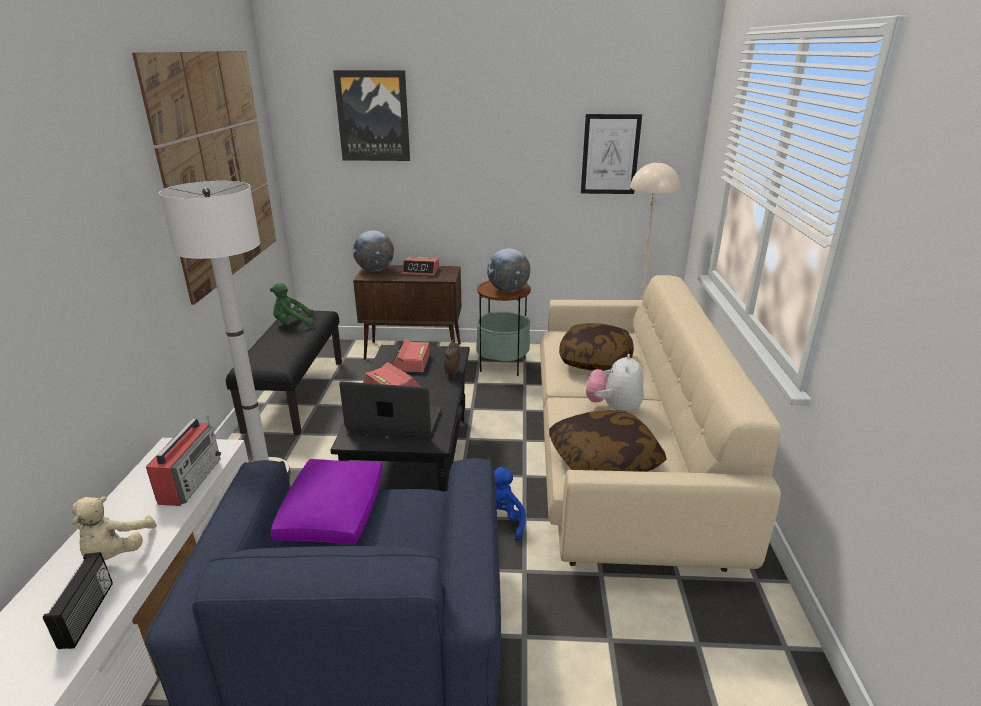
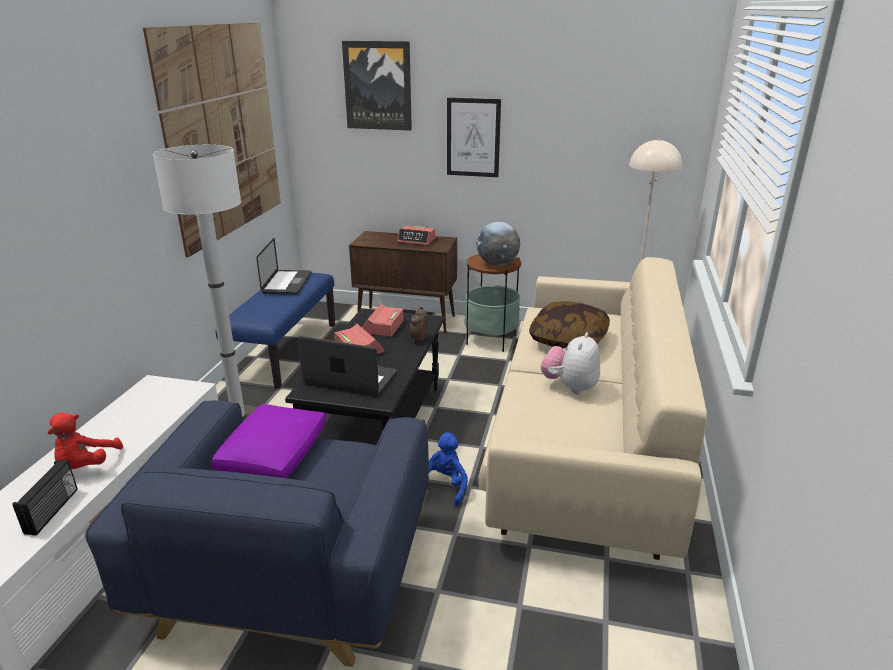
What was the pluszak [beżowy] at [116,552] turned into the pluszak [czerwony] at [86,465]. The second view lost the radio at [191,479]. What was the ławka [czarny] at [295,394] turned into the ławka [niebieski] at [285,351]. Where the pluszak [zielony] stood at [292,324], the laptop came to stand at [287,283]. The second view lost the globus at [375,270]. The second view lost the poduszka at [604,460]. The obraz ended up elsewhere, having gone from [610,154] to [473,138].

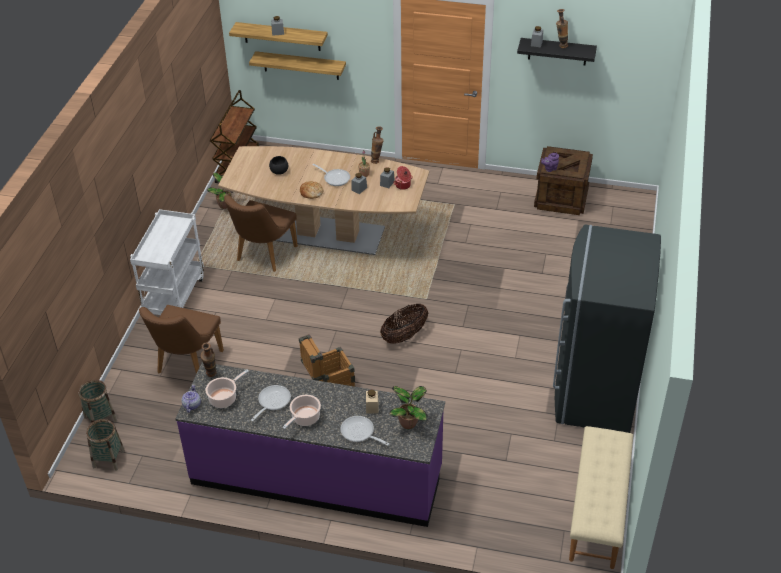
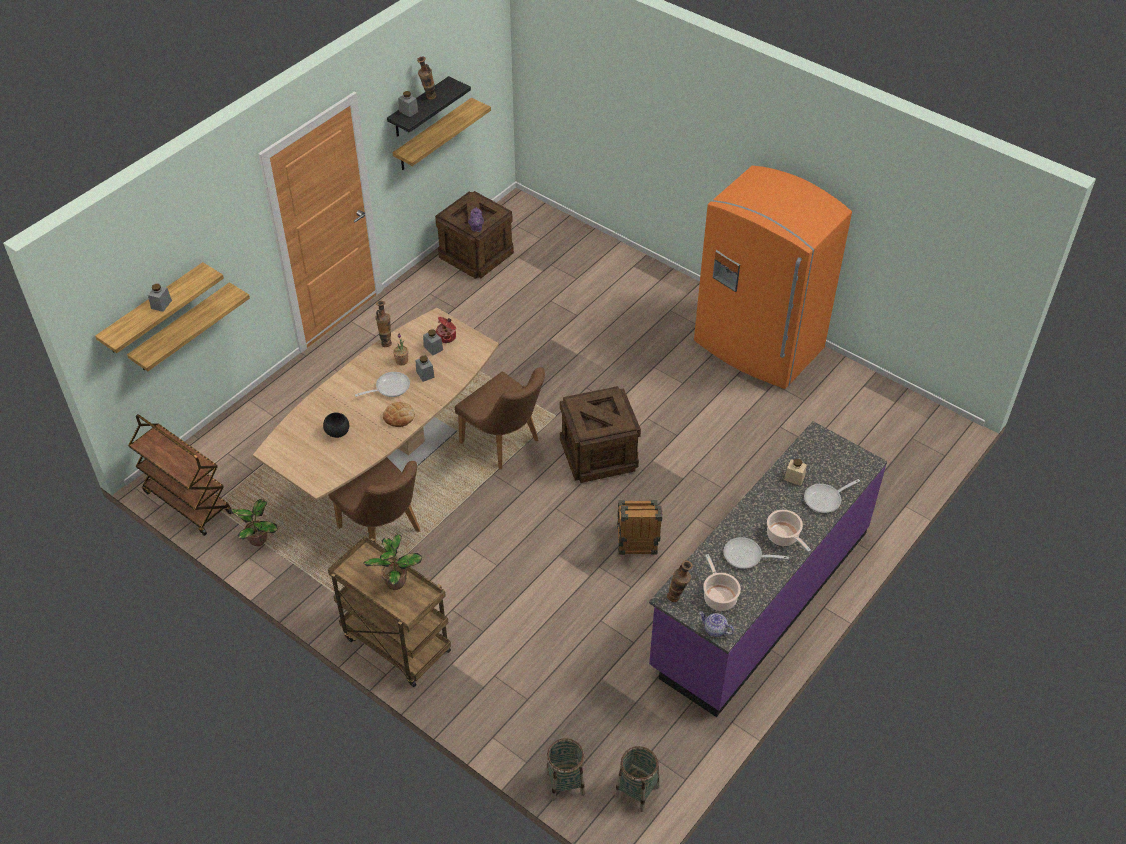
What was the wózek [biały] at [174,296] turned into the wózek [brązowy] at [395,644]. The krzesło [brązowy] ended up elsewhere, having gone from [186,365] to [505,444]. The patelnia at [272,402] ended up facing another way, 45 degrees counterclockwise from before. Where the koszyk stood at [404,335], the skrzynka came to stand at [599,454]. The roślina doniczkowa ended up elsewhere, having gone from [409,423] to [396,581]. What was the lodówka [szary] at [594,391] turned into the lodówka [pomarańczowy] at [757,347]. The second view lost the ławka [beżowy] at [598,511]. The second view gained the półka at [433,135].

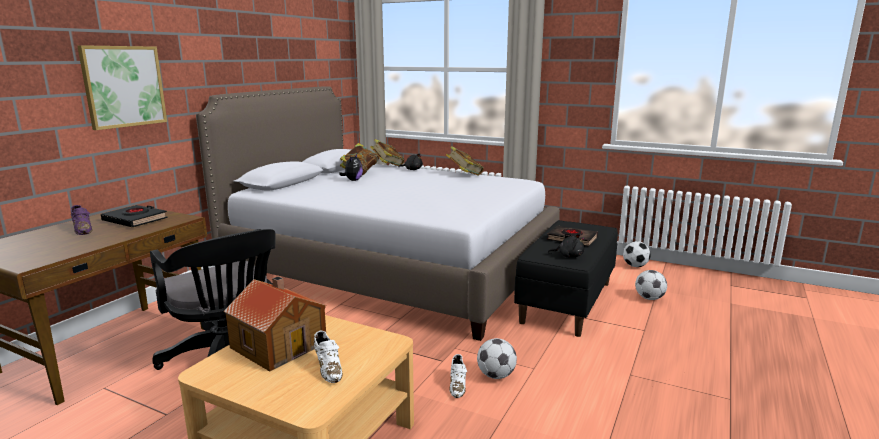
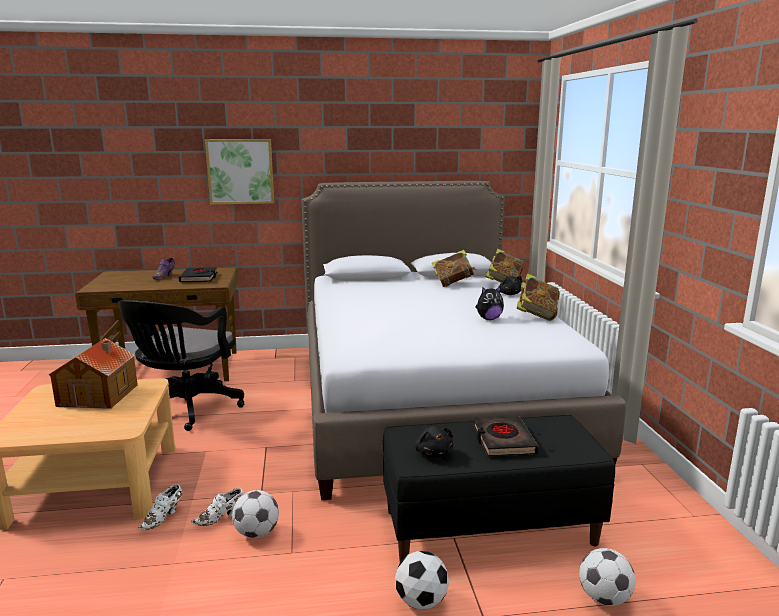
The but [biały] ended up elsewhere, having gone from [328,369] to [163,517]. The pluszak ended up elsewhere, having gone from [353,180] to [488,319]. The piłka futbolowa ended up elsewhere, having gone from [635,266] to [421,601].

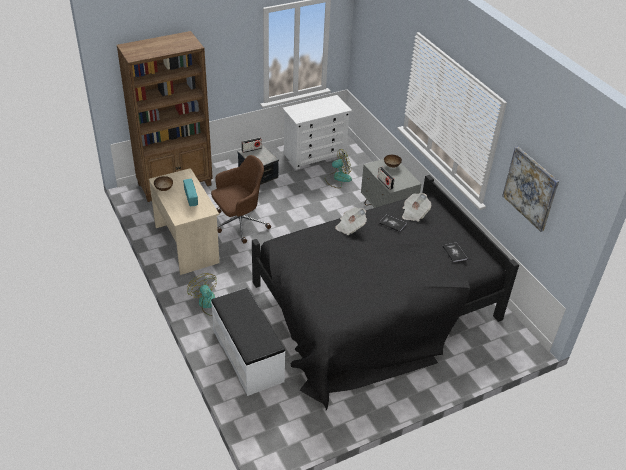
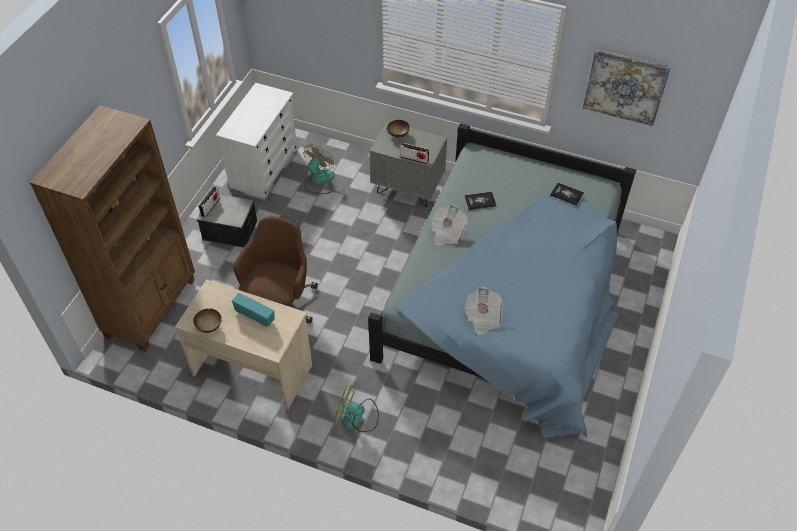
The second view lost the ławka [biały] at [248,356]. What was the łóżko [czarny] at [374,307] turned into the łóżko [niebieski] at [507,300]. The gazeta ended up elsewhere, having gone from [414,213] to [483,317].

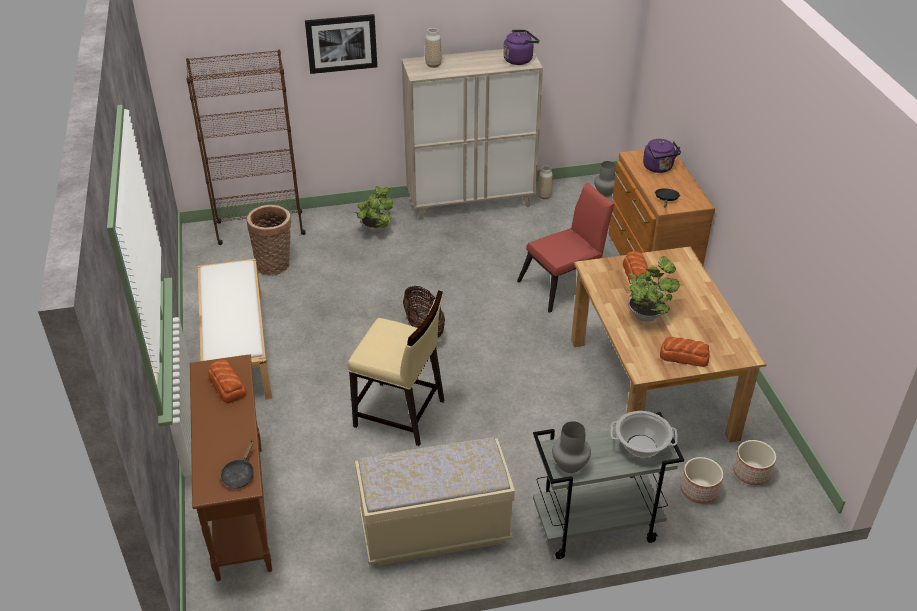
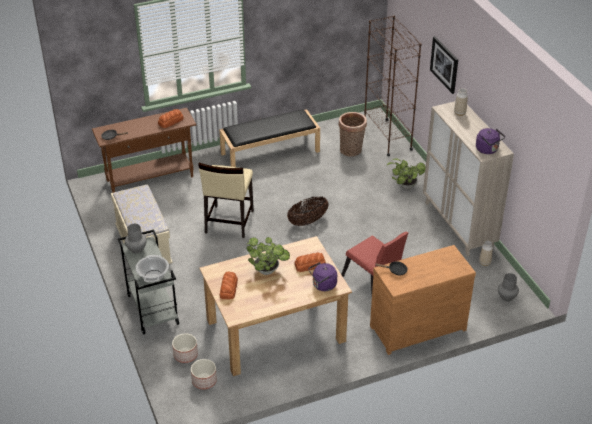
What was the ławka [biały] at [236,347] turned into the ławka [czarny] at [270,152]. The czajnik [fioletowy] ended up elsewhere, having gone from [659,168] to [323,285].

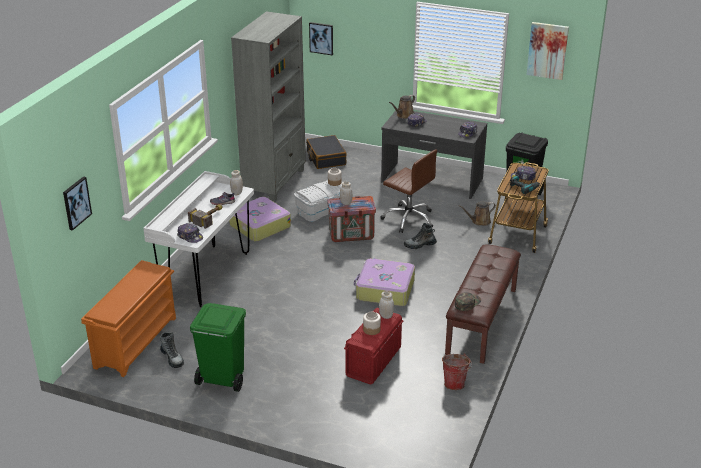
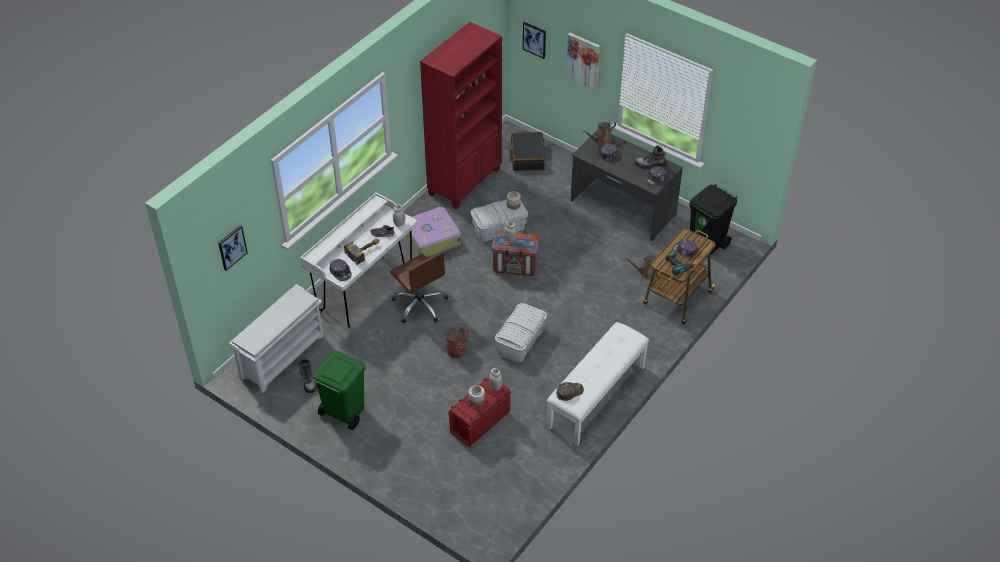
What was the regał na buty [pomarańczowy] at [136,341] turned into the regał na buty [biały] at [282,356]. What was the regał [szary] at [275,182] turned into the regał [czerwony] at [465,182]. Where the walizka stood at [384,290], the pojemnik do przechowywania [biały] came to stand at [521,341]. The krzesło biurowe [brązowy] ended up elsewhere, having gone from [409,219] to [420,305]. The but z cholewką ended up elsewhere, having gone from [420,245] to [650,165]. The wiadro ended up elsewhere, having gone from [455,383] to [458,351]. What was the ławka [brązowy] at [482,321] turned into the ławka [biały] at [597,397]. The obraz ended up elsewhere, having gone from [547,50] to [583,61].

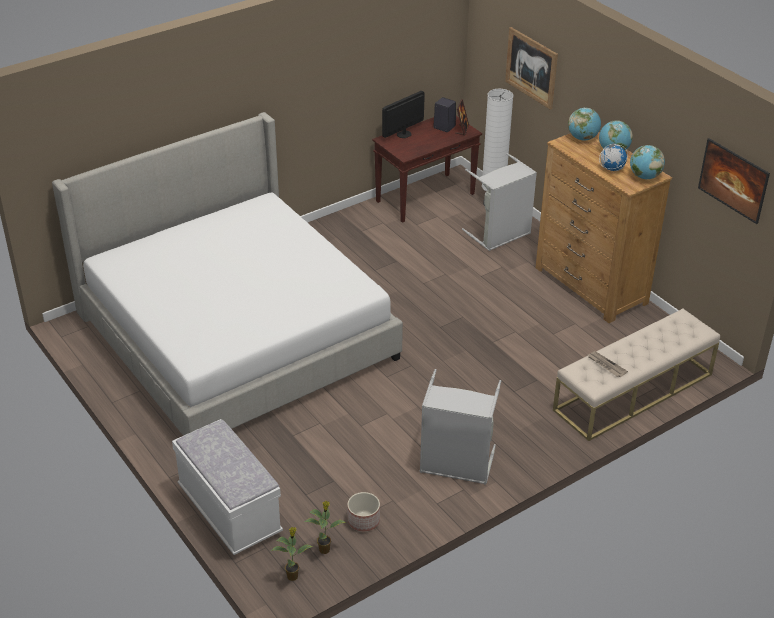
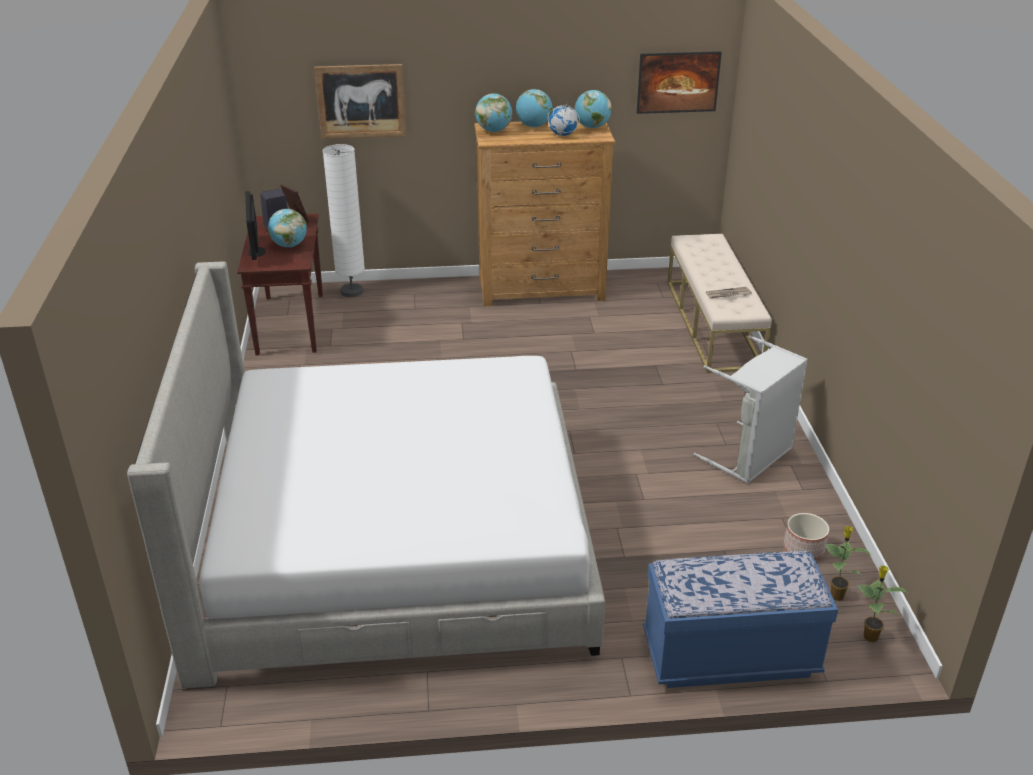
What was the ławka [biały] at [229,511] turned into the ławka [niebieski] at [730,656]. The second view lost the kosz na pranie [szary] at [500,235]. The second view gained the globus at [289,245].

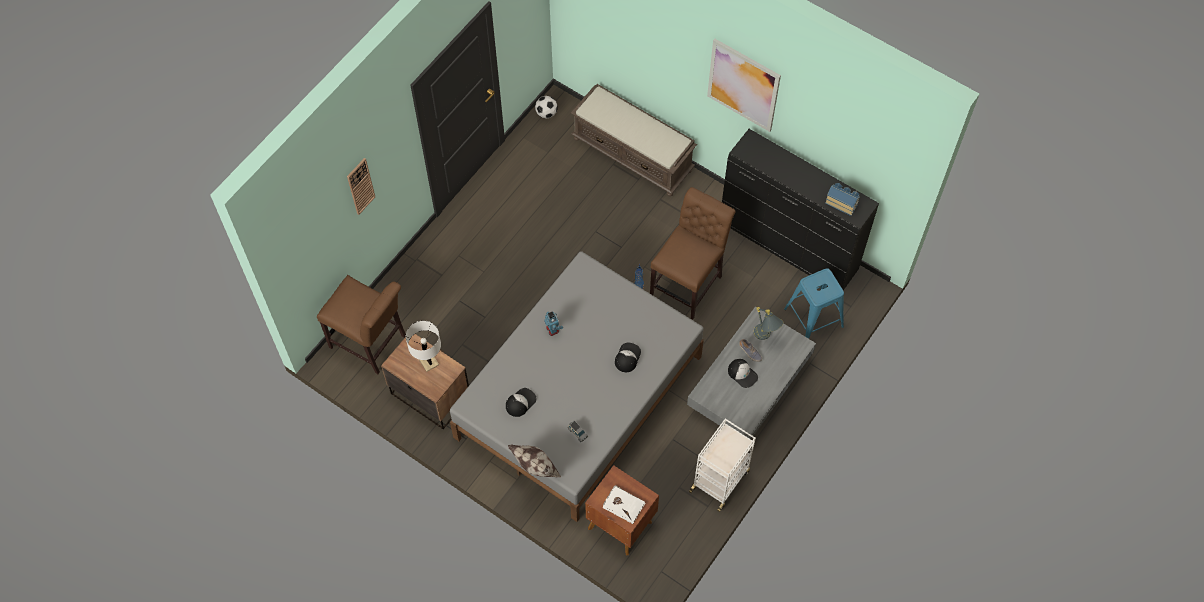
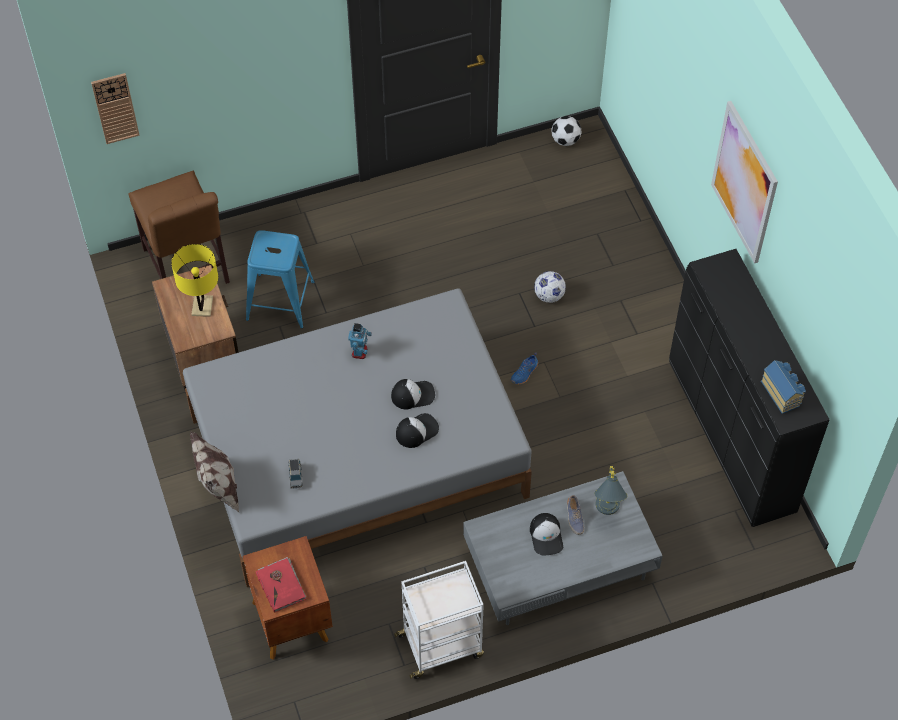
The zegar ścienny ended up elsewhere, having gone from [360,186] to [115,108]. What was the lampa stołowa [biały] at [428,361] turned into the lampa stołowa [żółty] at [202,306]. The czapka z daszkiem ended up elsewhere, having gone from [520,402] to [413,394]. The second view lost the ławka [brązowy] at [633,154]. What was the książka [biały] at [623,505] turned into the książka [czerwony] at [281,585]. The second view lost the krzesło [brązowy] at [689,283]. The stołek [niebieski] ended up elsewhere, having gone from [813,317] to [280,300]. The second view gained the piłka futbolowa at [549,296].

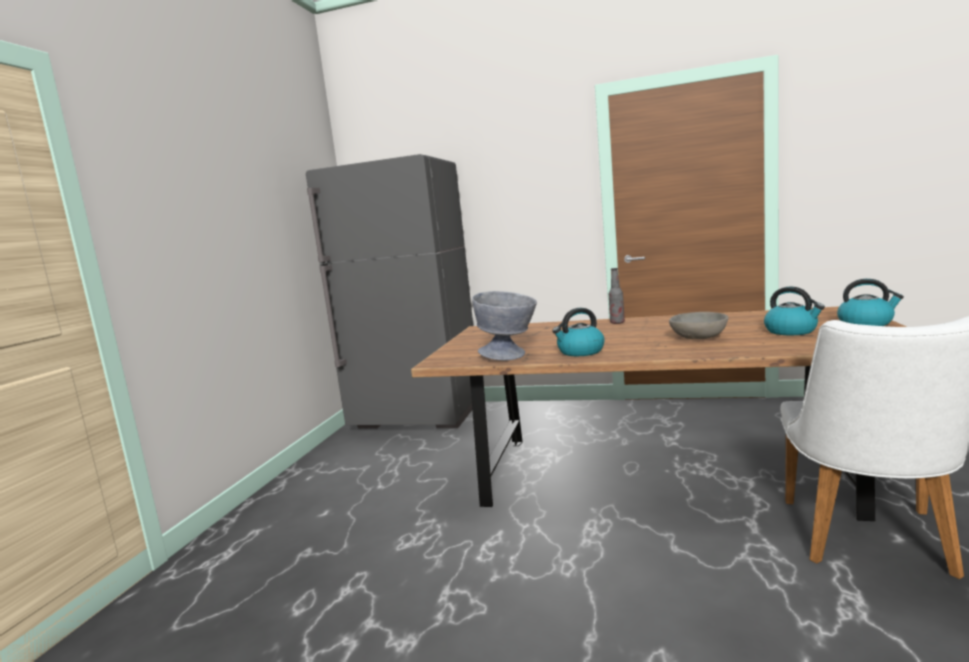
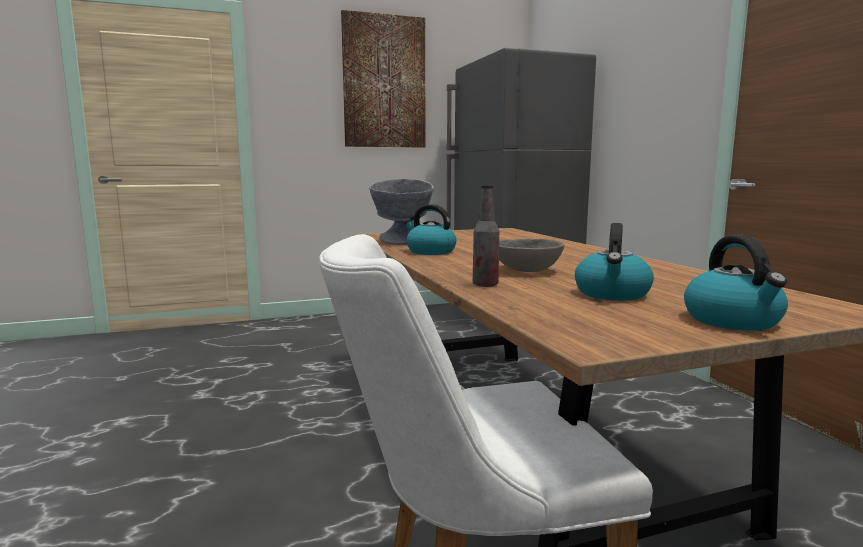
The butelka ended up elsewhere, having gone from [617,323] to [485,285]. The second view gained the obraz at [384,82].

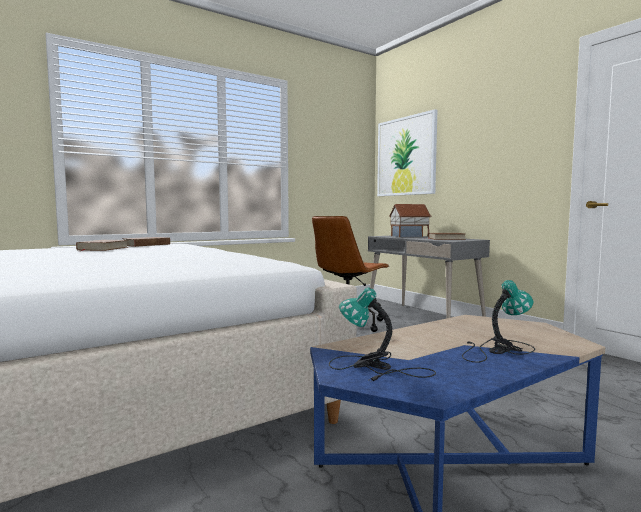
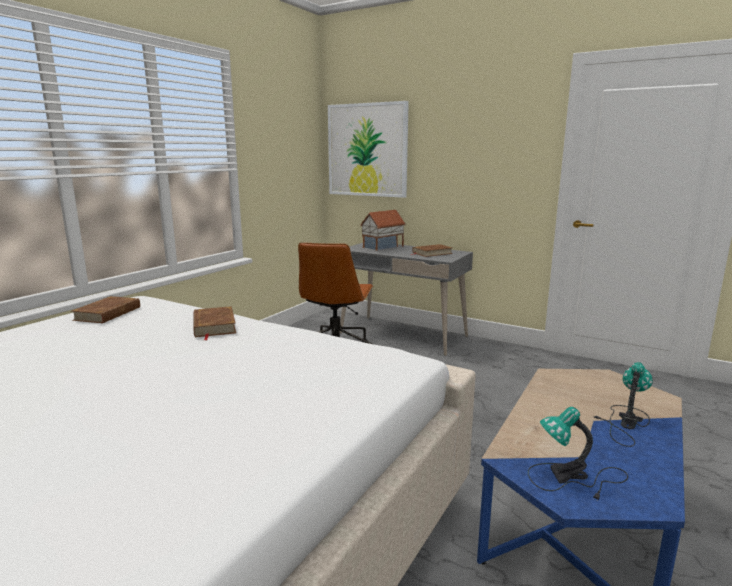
The książka [brązowy] ended up elsewhere, having gone from [103,248] to [213,326].

